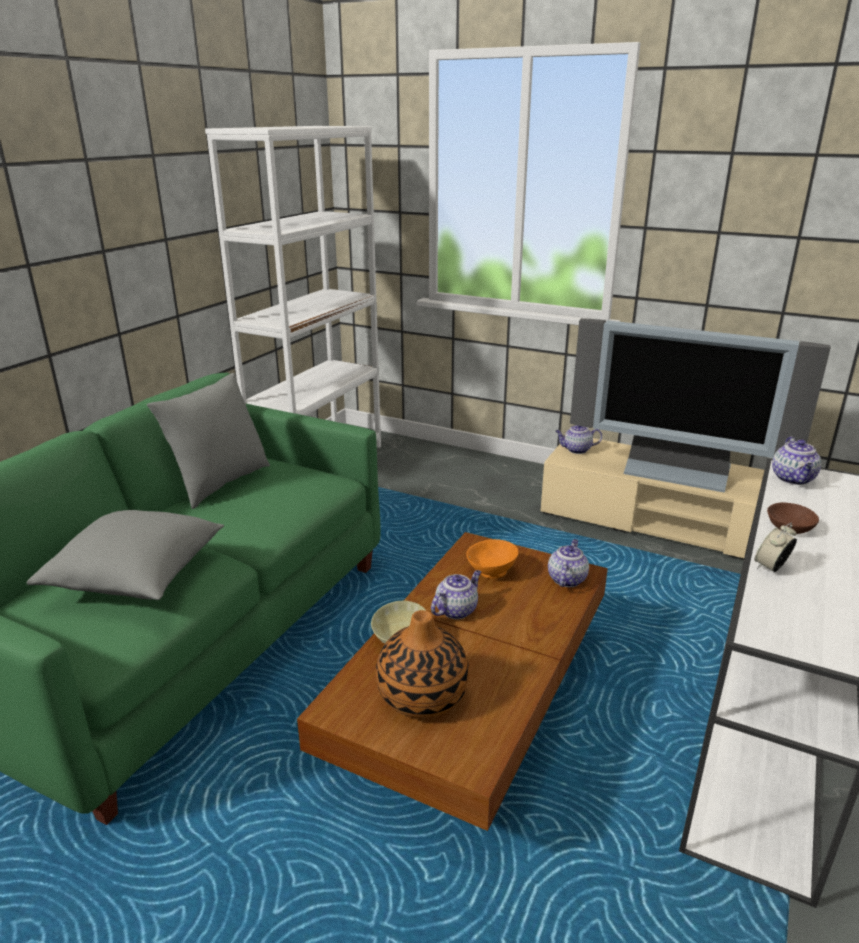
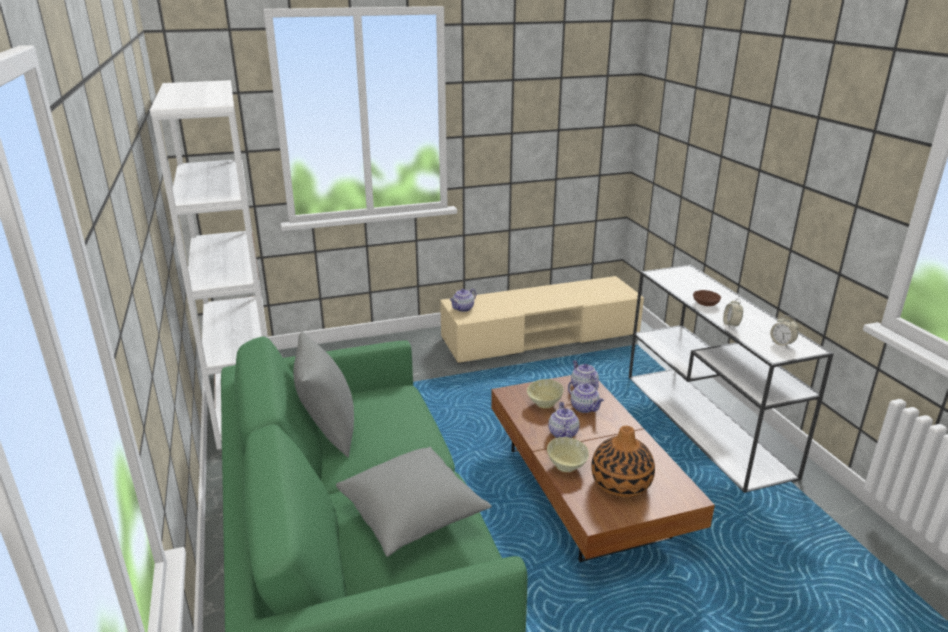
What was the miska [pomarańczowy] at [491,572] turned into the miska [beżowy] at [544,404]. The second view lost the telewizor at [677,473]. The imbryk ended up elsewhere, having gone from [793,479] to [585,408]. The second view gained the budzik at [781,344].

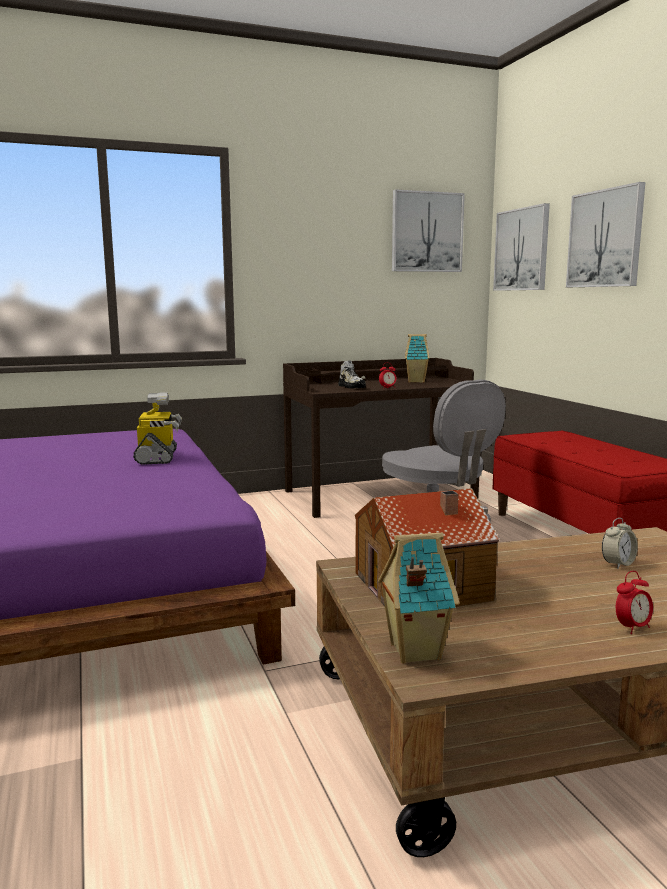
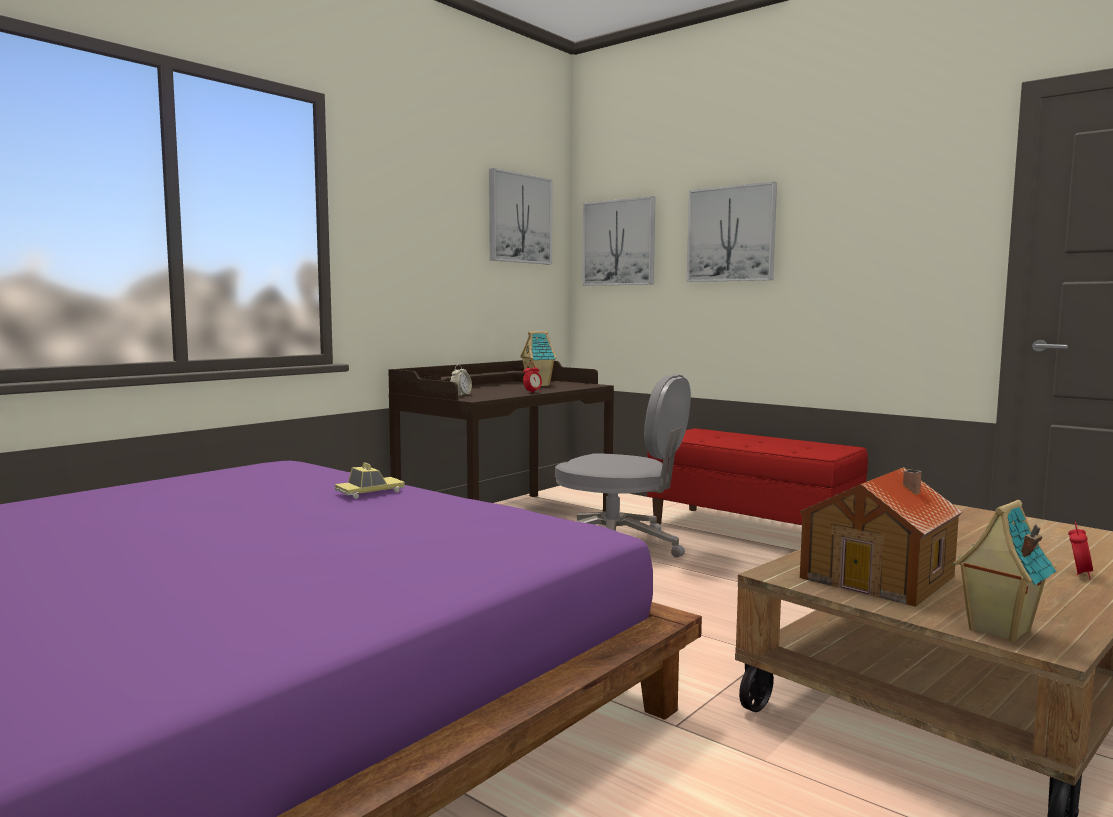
Where the robot zabawkowy stood at [158,457], the samochodzik came to stand at [370,492]. The second view lost the but at [351,387]. The budzik ended up elsewhere, having gone from [618,564] to [461,395].

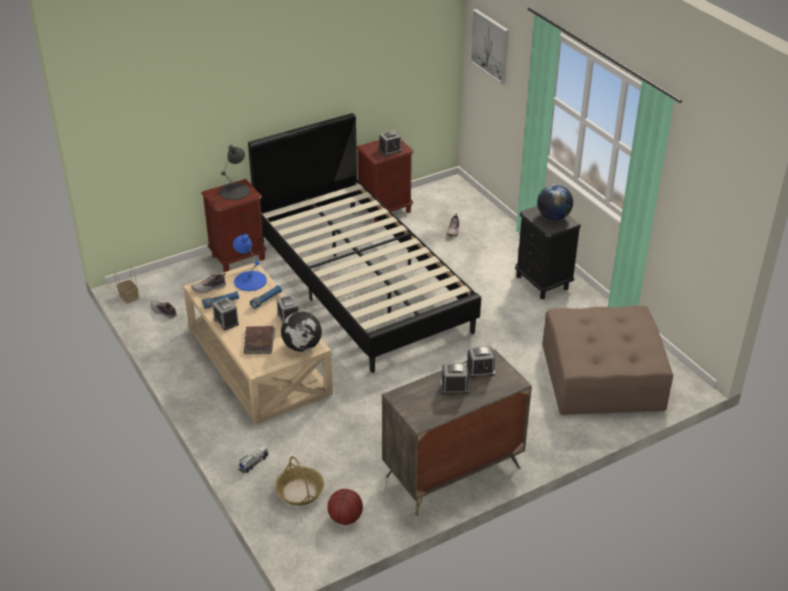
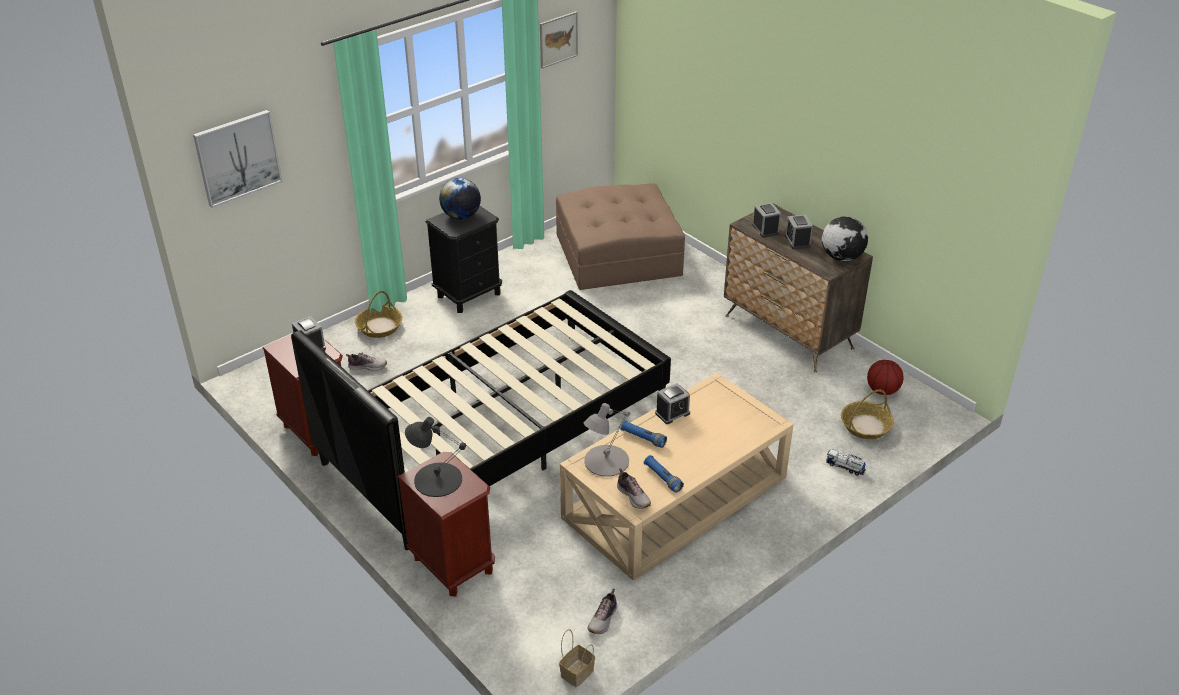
The second view lost the budzik at [226,321]. What was the lampa stołowa [niebieski] at [250,280] turned into the lampa stołowa [szary] at [605,461]. The second view lost the książka [brązowy] at [259,341]. The globus ended up elsewhere, having gone from [302,346] to [841,257]. The second view gained the koszyk at [379,327]. The second view gained the obraz at [558,39].

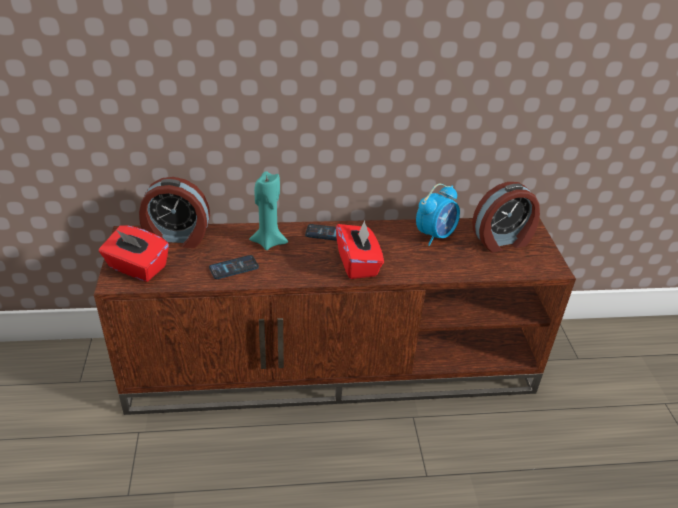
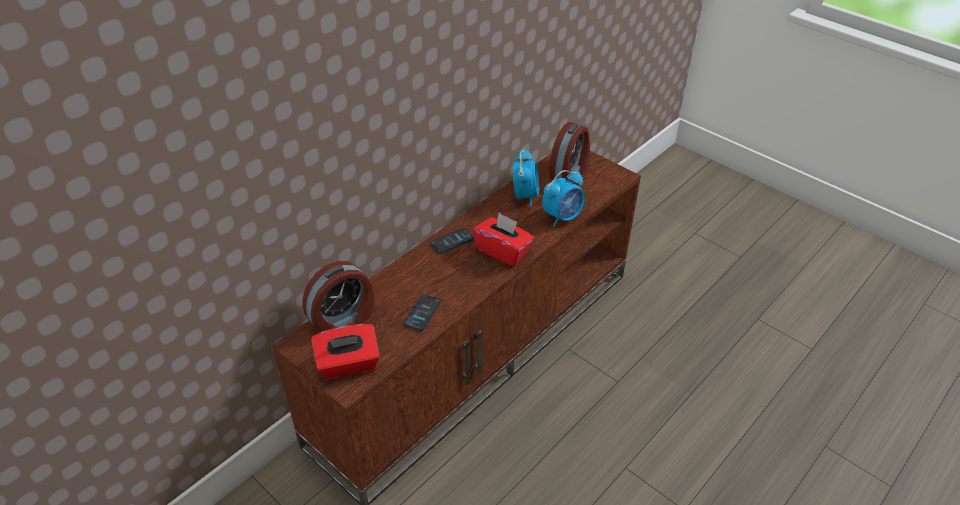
The second view lost the świeca [turkusowy] at [268,242]. The second view gained the budzik at [562,217].

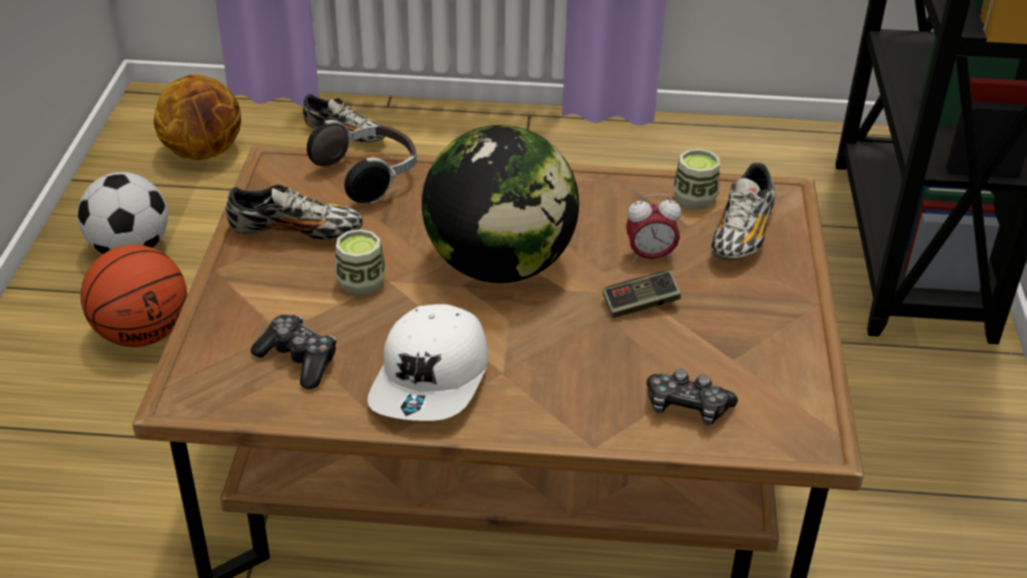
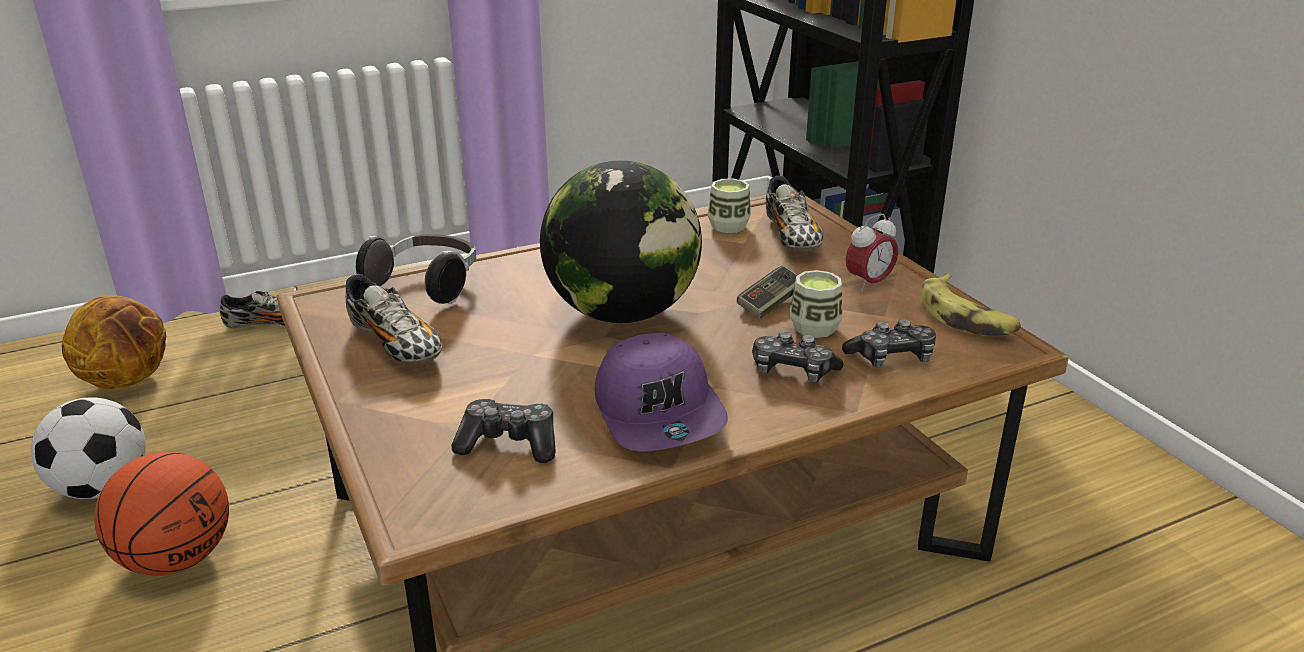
The but at [296,232] ended up facing another way, 75 degrees clockwise from before. The filiżanka ended up elsewhere, having gone from [361,283] to [814,327]. What was the czapka z daszkiem [biały] at [432,379] turned into the czapka z daszkiem [fioletowy] at [660,412]. The budzik ended up elsewhere, having gone from [650,256] to [868,283]. The second view gained the pad do gier at [792,371]. The second view gained the banan at [966,317].

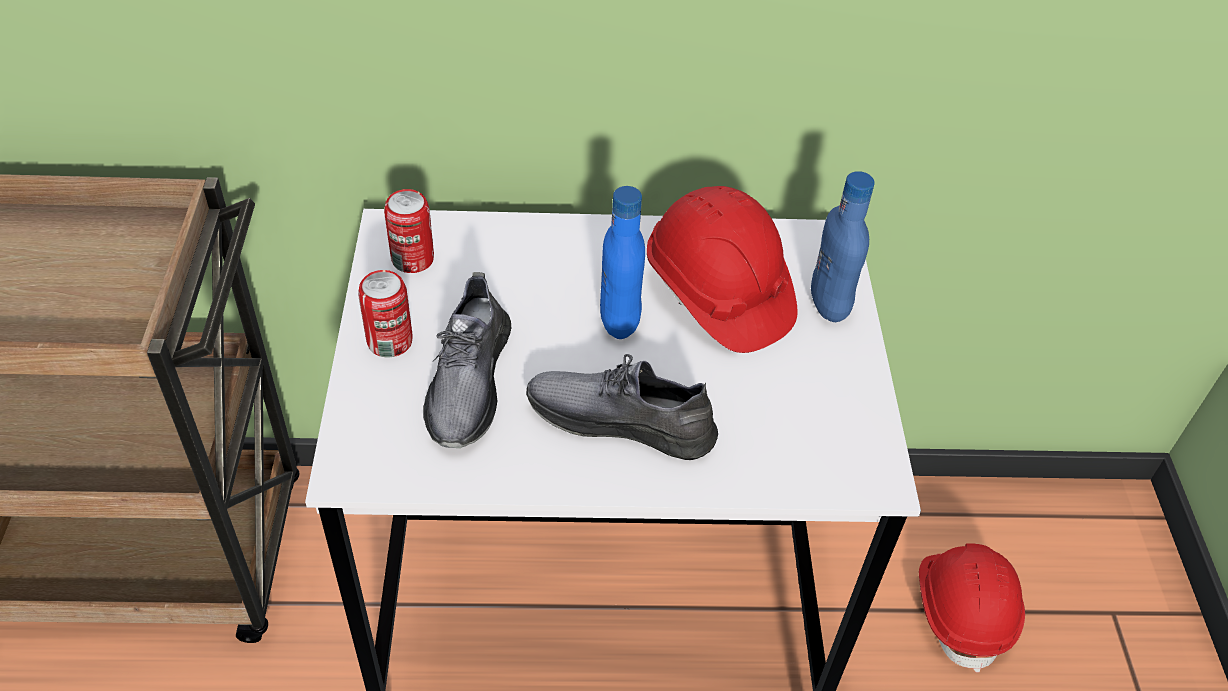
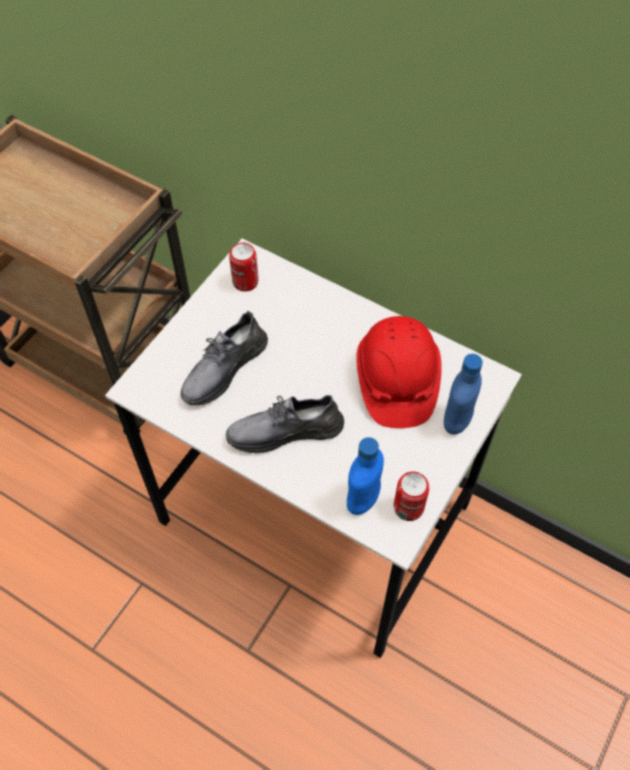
The puszka ended up elsewhere, having gone from [390,342] to [408,507]. The but [szary] at [621,420] ended up facing another way, 60 degrees counterclockwise from before. The butelka [niebieski] ended up elsewhere, having gone from [619,321] to [363,499]. The second view lost the kask [czerwony] at [963,610].

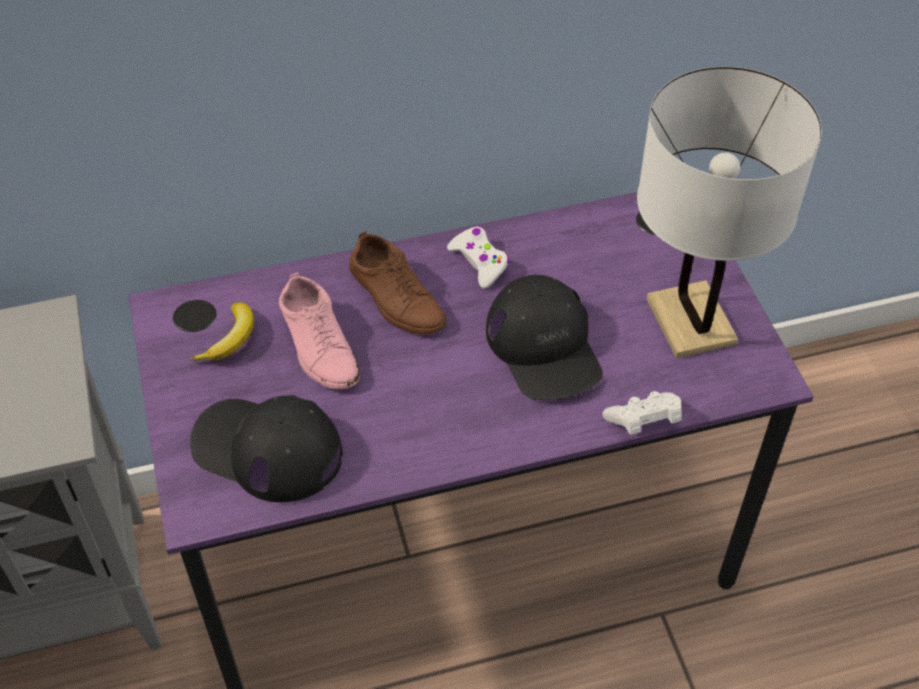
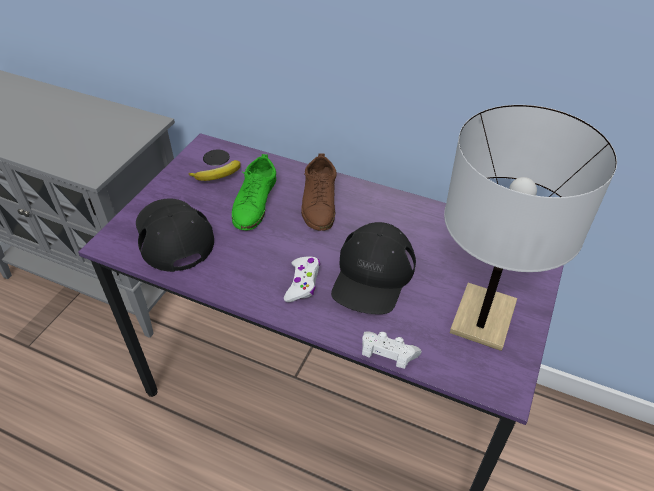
What was the but [różowy] at [319,345] turned into the but [zielony] at [255,202]. The pad do gier [biały] ended up elsewhere, having gone from [479,262] to [303,283].

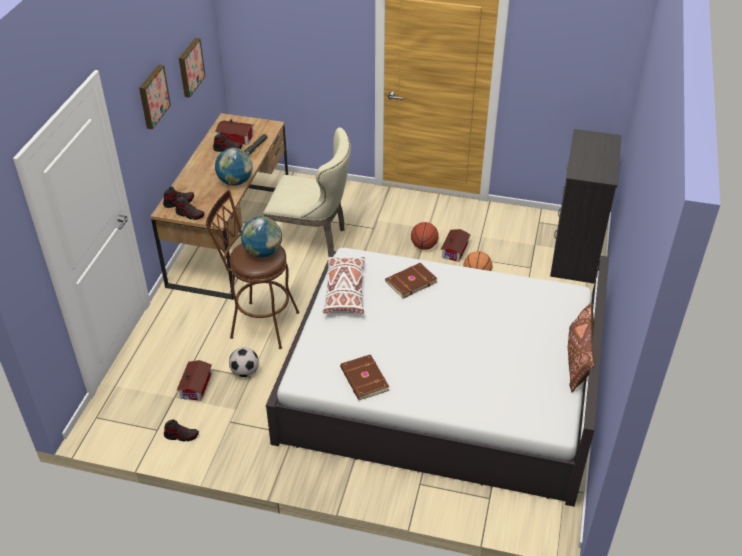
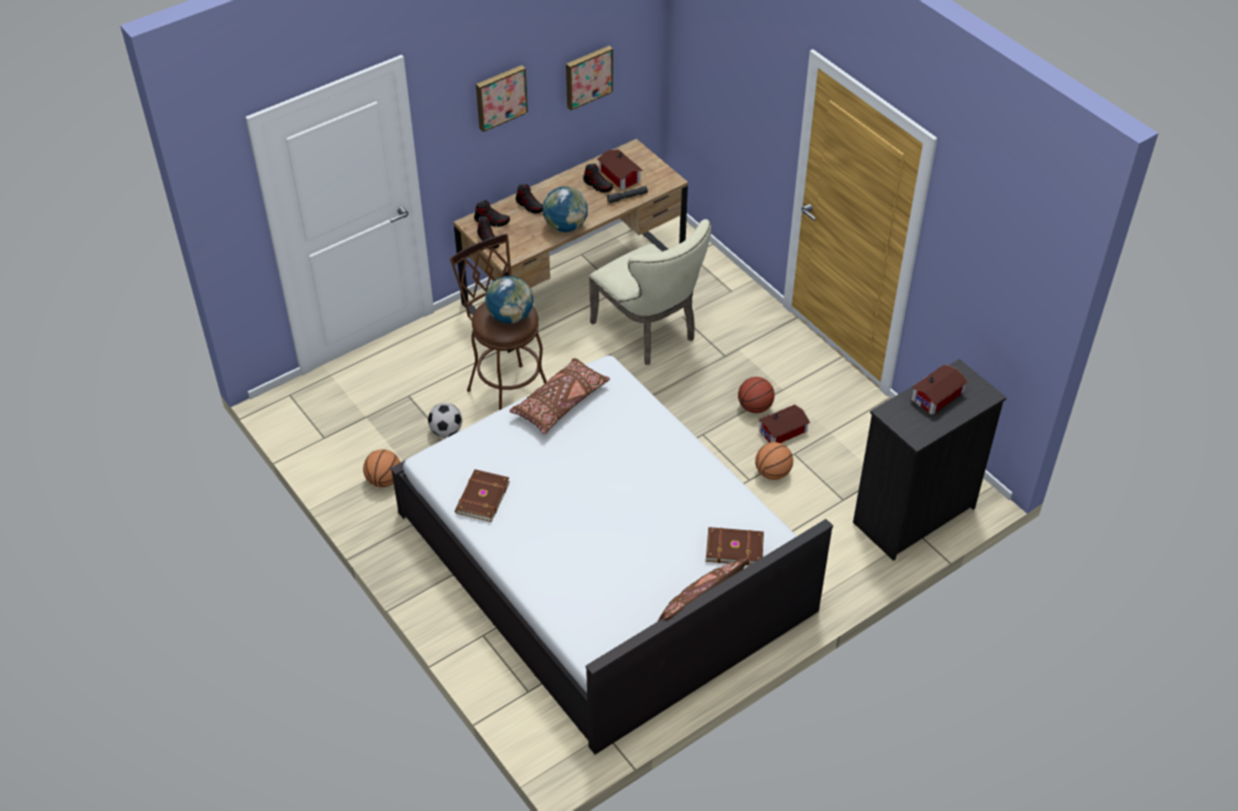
The but ended up elsewhere, having gone from [181,435] to [530,205]. The domek ended up elsewhere, having gone from [197,385] to [939,396]. What was the poduszka [biały] at [345,291] turned into the poduszka [brązowy] at [560,403]. The książka [brązowy] ended up elsewhere, having gone from [410,281] to [734,547]. The second view gained the piłka do koszykówki at [384,480].

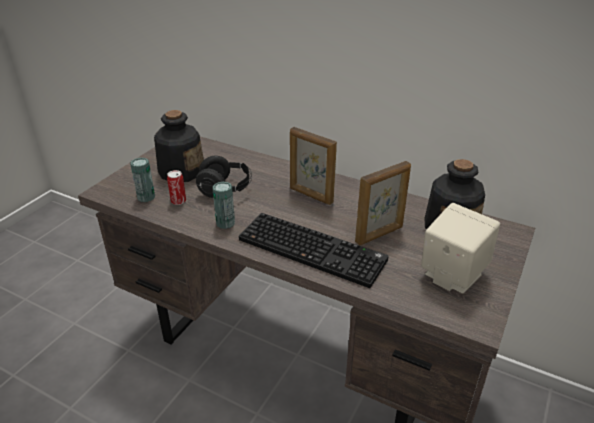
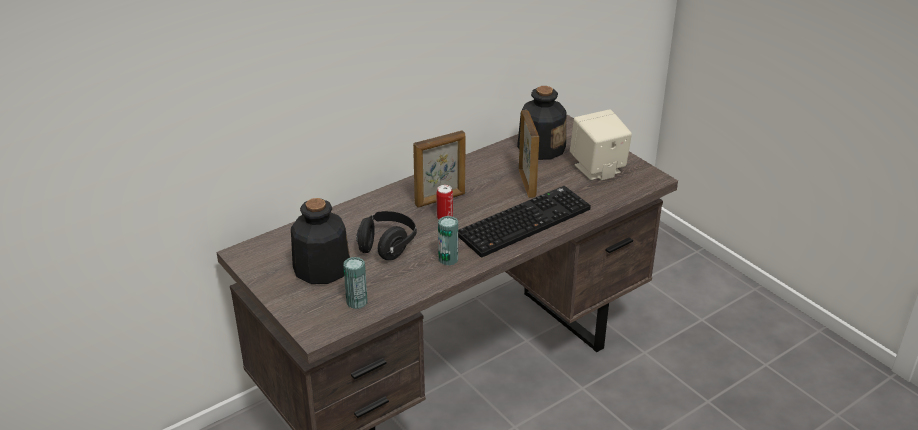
The puszka ended up elsewhere, having gone from [178,201] to [444,217].

